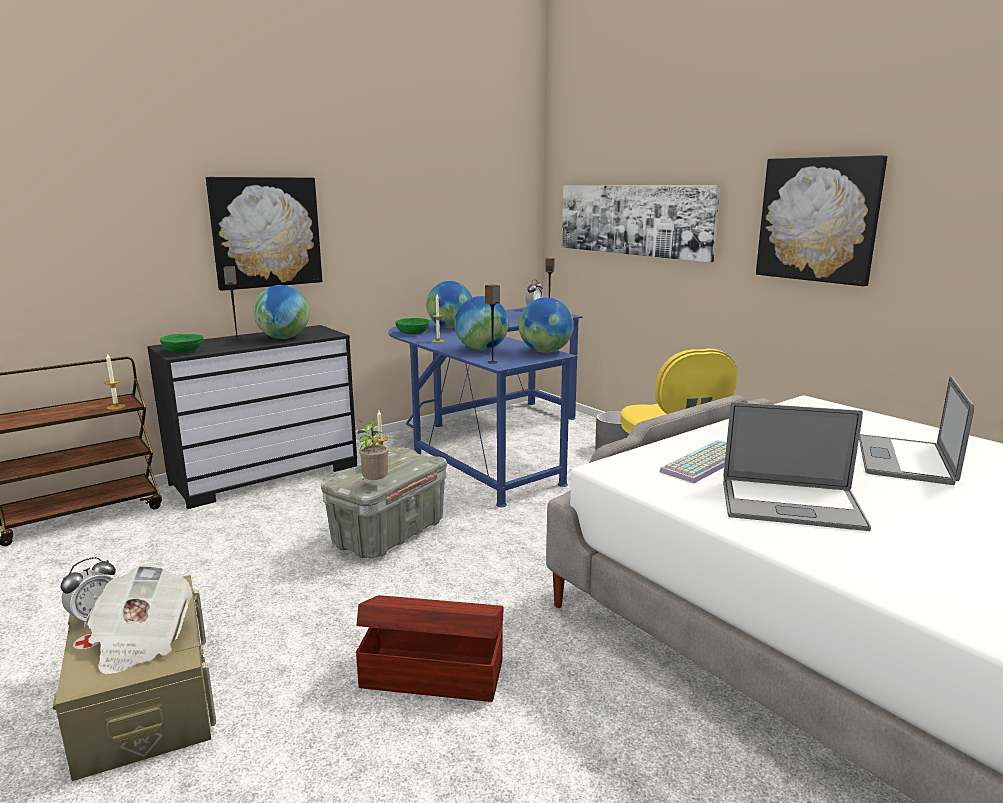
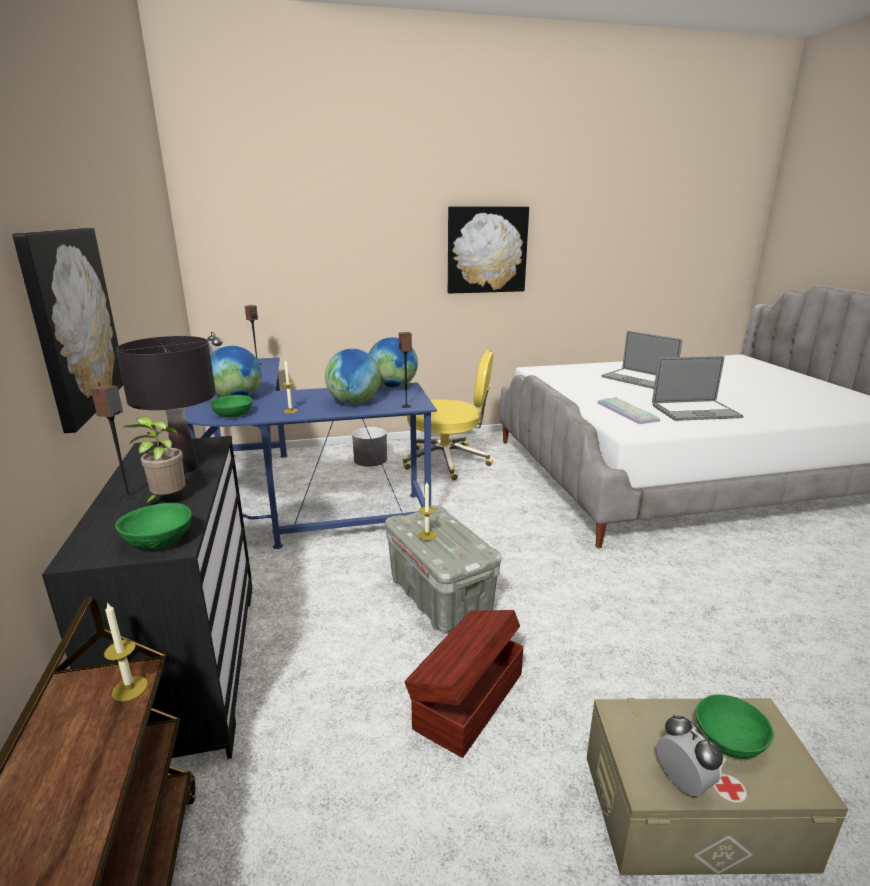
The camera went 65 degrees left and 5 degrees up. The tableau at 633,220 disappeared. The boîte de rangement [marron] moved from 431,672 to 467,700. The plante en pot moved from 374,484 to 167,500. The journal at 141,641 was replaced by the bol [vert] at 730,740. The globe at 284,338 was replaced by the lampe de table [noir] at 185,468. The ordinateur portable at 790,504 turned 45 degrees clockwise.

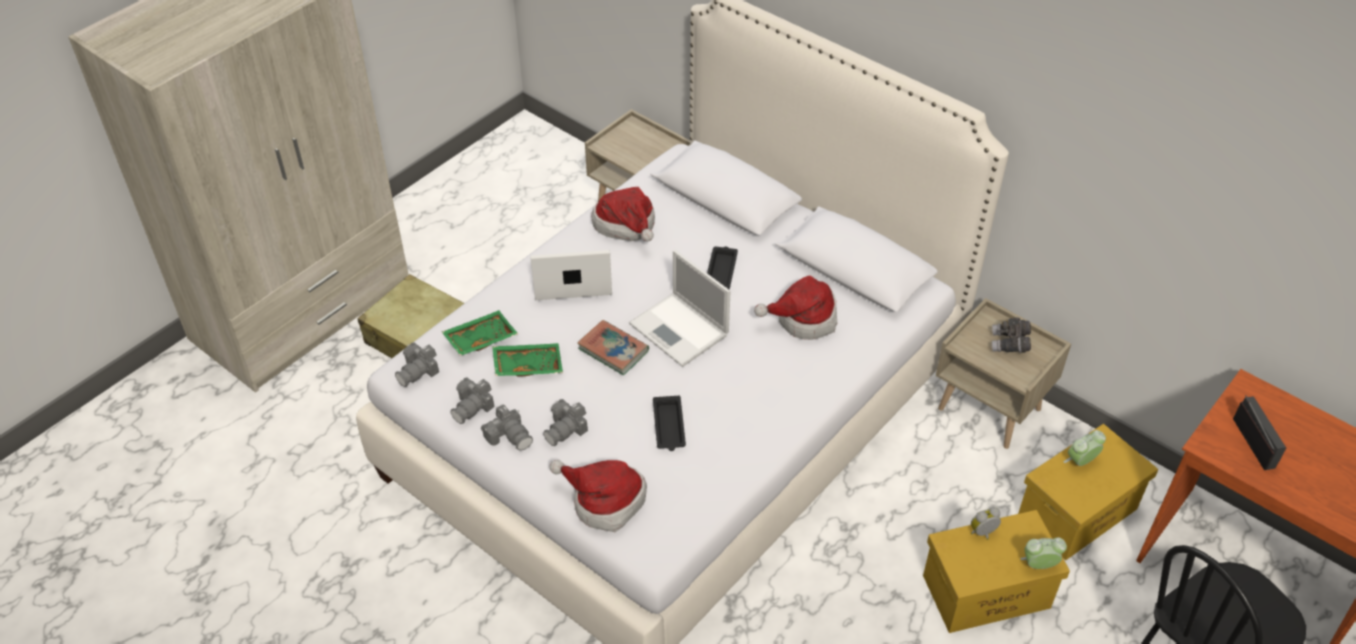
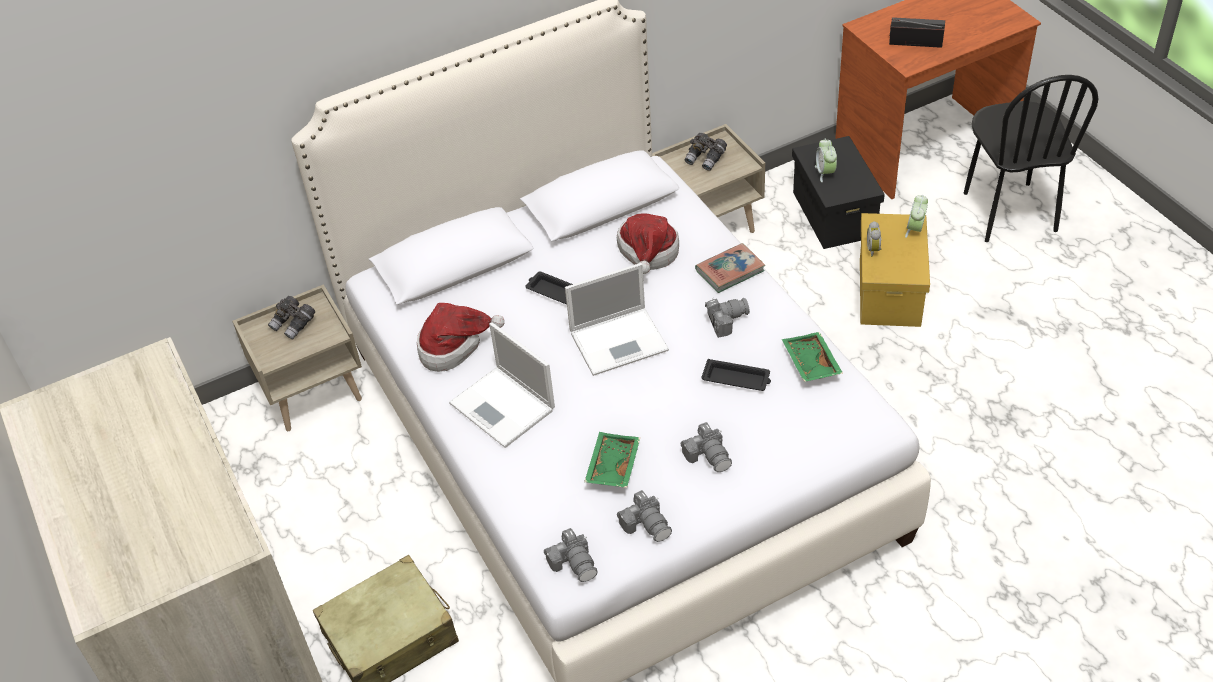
The camera went 65 degrees left and 0 degrees up. The chapeau at 604,501 disappeared. The jumelles [gris] at 294,324 appeared. The plateau [vert] moved from 480,338 to 810,363. The appareil photo moved from 509,436 to 725,320. The livre moved from 613,350 to 730,271. The boîte de rangement [jaune] at 1077,513 became the boîte de rangement [noir] at 835,214. The ordinateur portable at 570,278 turned 60 degrees counterclockwise.

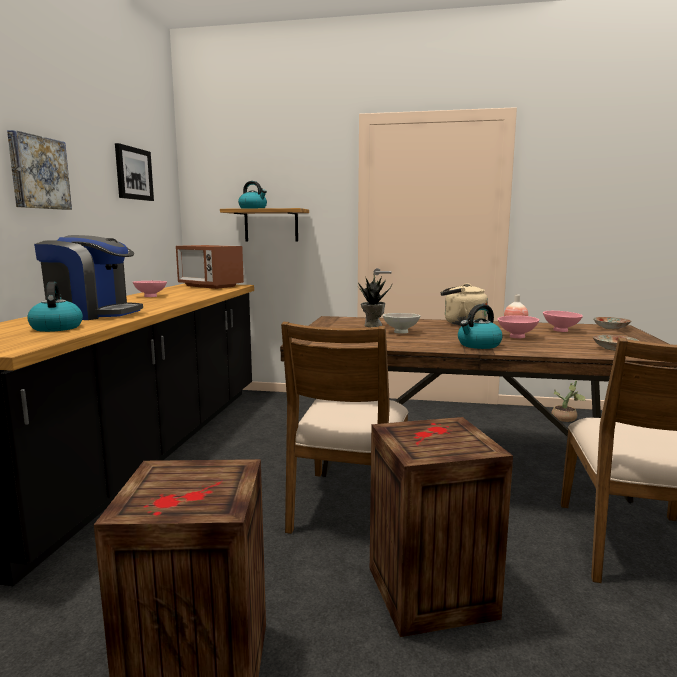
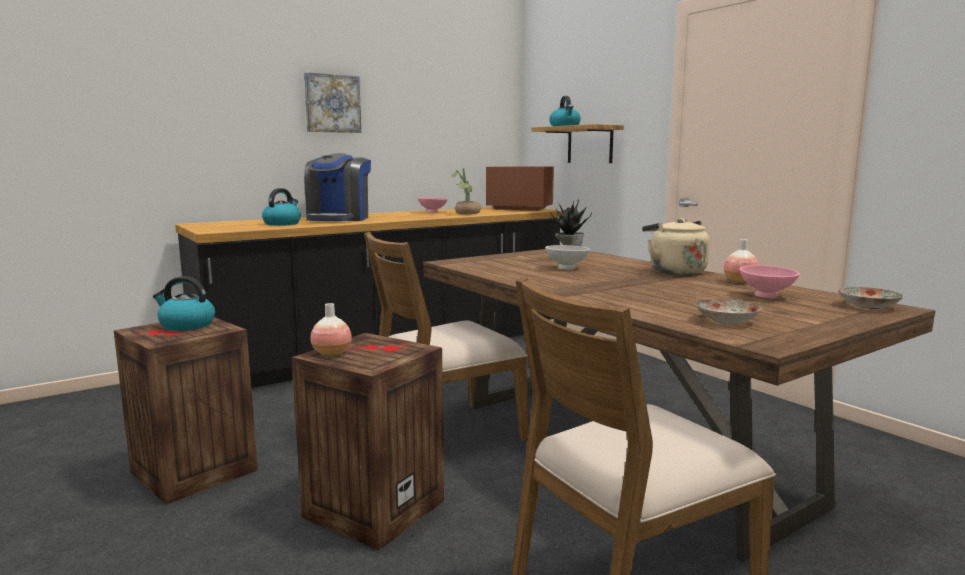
The camera went 45 degrees right and 0 degrees up. The tableau at 133,173 disappeared. The bol [rose] at 517,337 disappeared. The vase at 331,353 appeared. The bouilloire moved from 478,345 to 186,325. The plante en pot moved from 566,419 to 466,213. The machine à café at 92,314 turned 45 degrees clockwise. The micro-ondes at 210,286 turned 120 degrees clockwise.

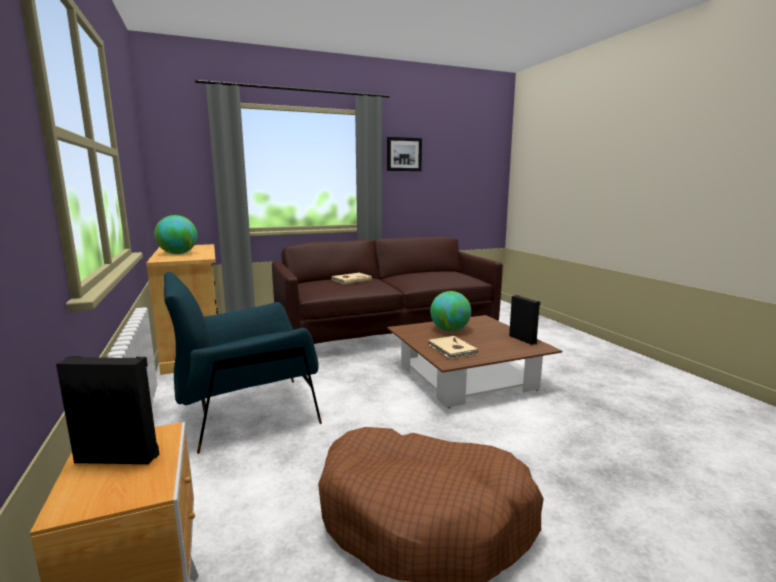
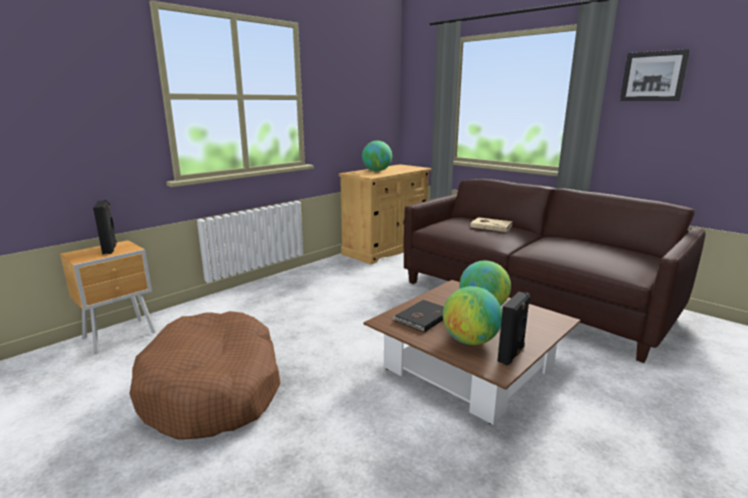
The camera went 65 degrees right and 5 degrees up. The fauteuil [bleu] at 247,413 disappeared. The globe at 470,341 appeared. The livre [beige] at 451,349 became the livre [noir] at 422,318.

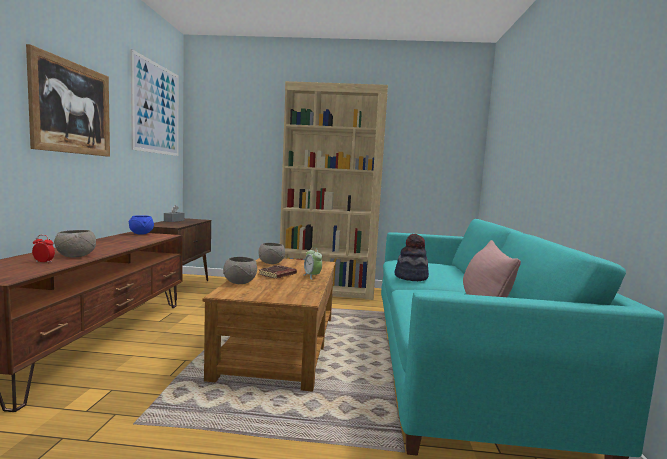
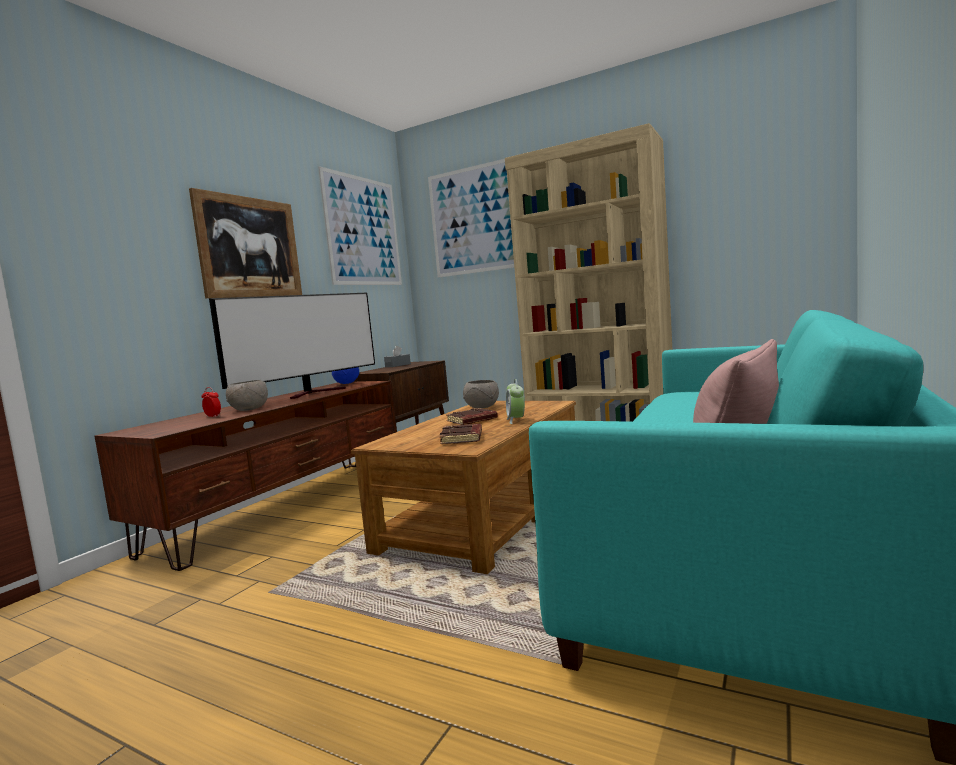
The camera went 25 degrees right and 0 degrees up. The bol [gris] at 240,282 disappeared. The chapeau at 411,277 disappeared. The téléviseur at 315,393 appeared. The tableau at 476,220 appeared. The livre [marron] at 462,438 appeared.

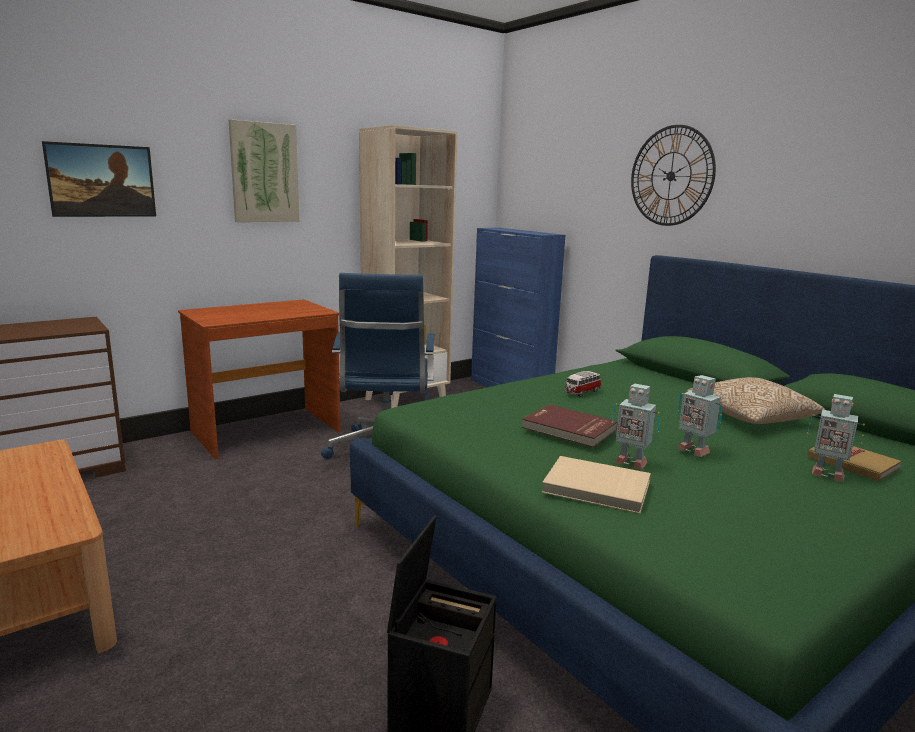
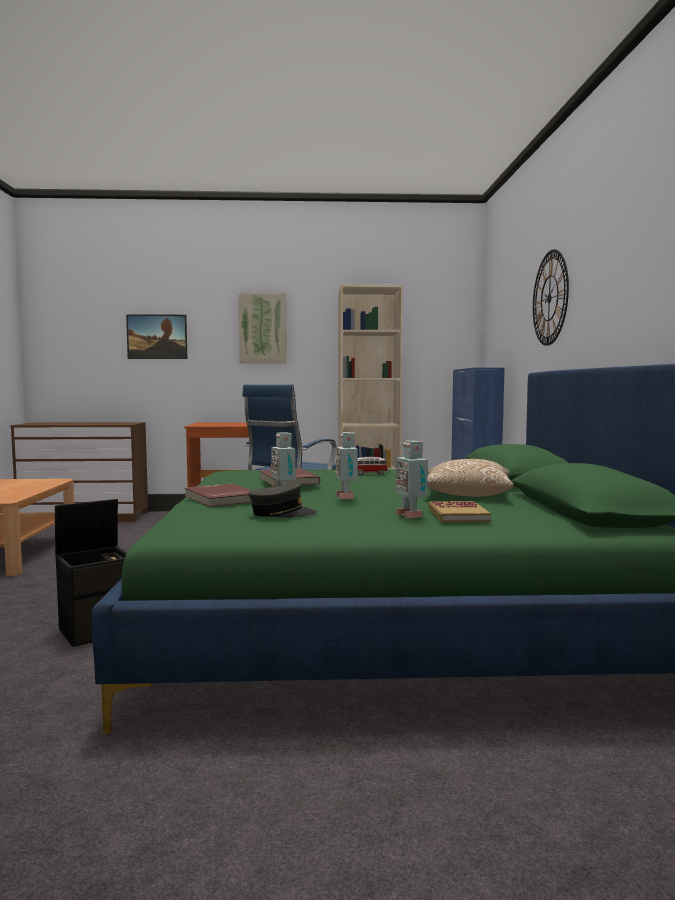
The camera went 35 degrees right and 10 degrees down. The casquette [gris] at 282,513 appeared. The livre [beige] at 596,488 became the livre [rouge] at 220,498.

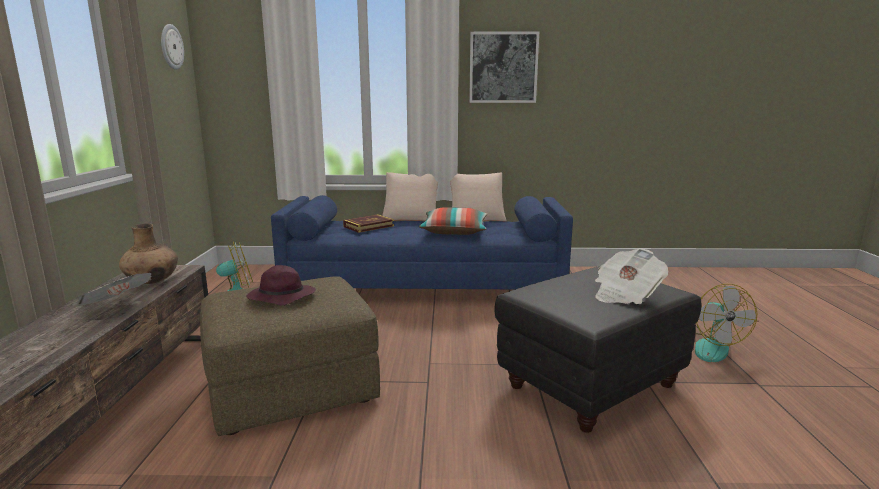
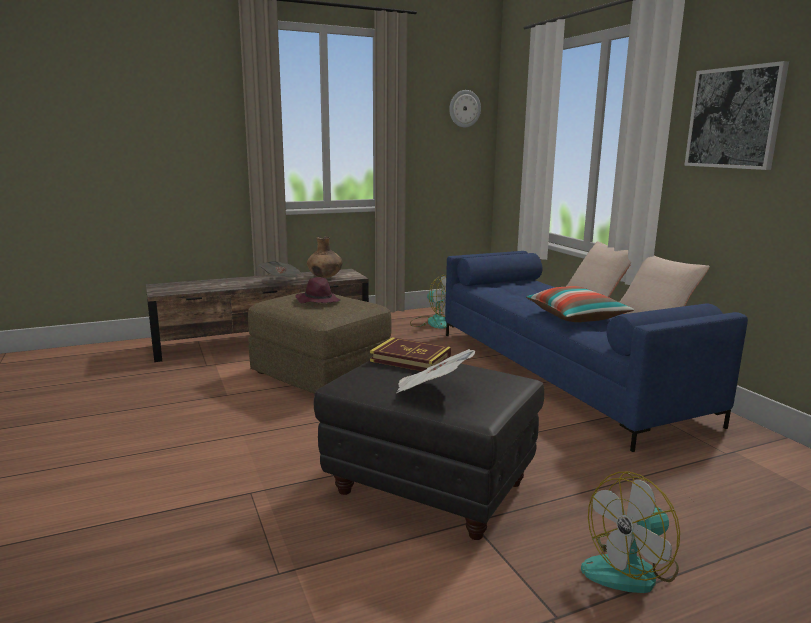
The camera went 65 degrees right and 0 degrees up. The livre moved from 368,226 to 410,359.

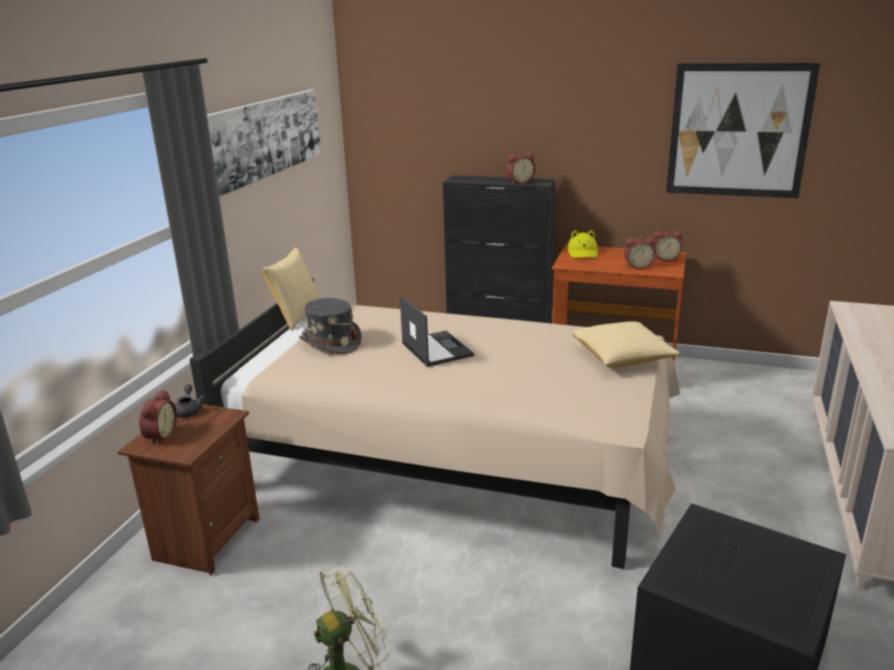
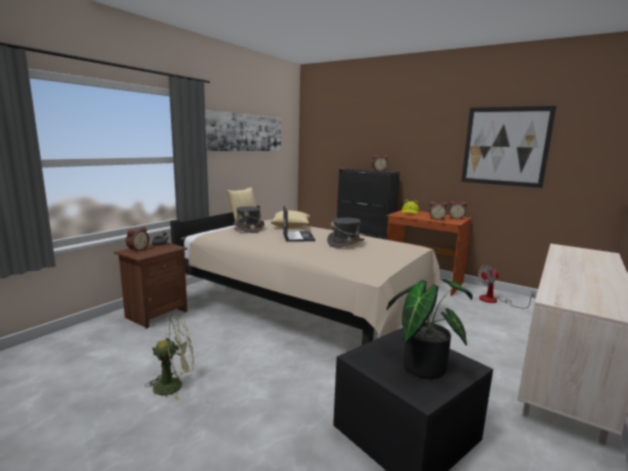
The camera went 15 degrees right and 10 degrees down. The chapeau [gris] at 345,243 appeared. The plante en pot at 422,364 appeared. The ventilateur at 495,301 appeared. The coussin moved from 623,358 to 291,226.

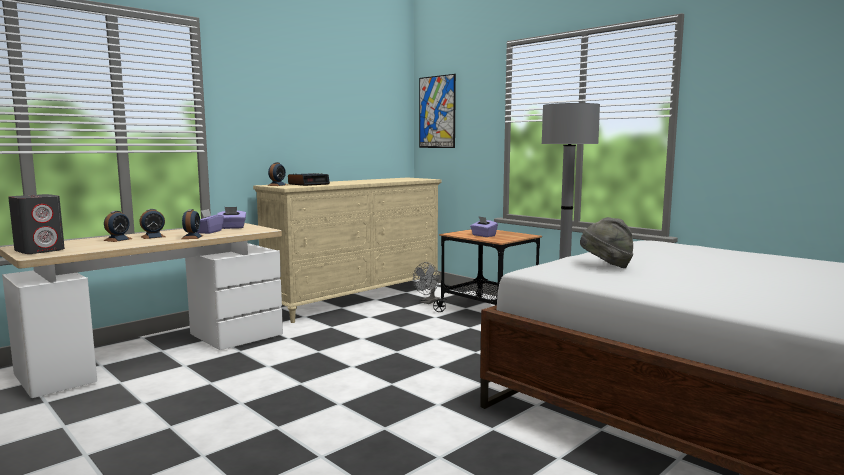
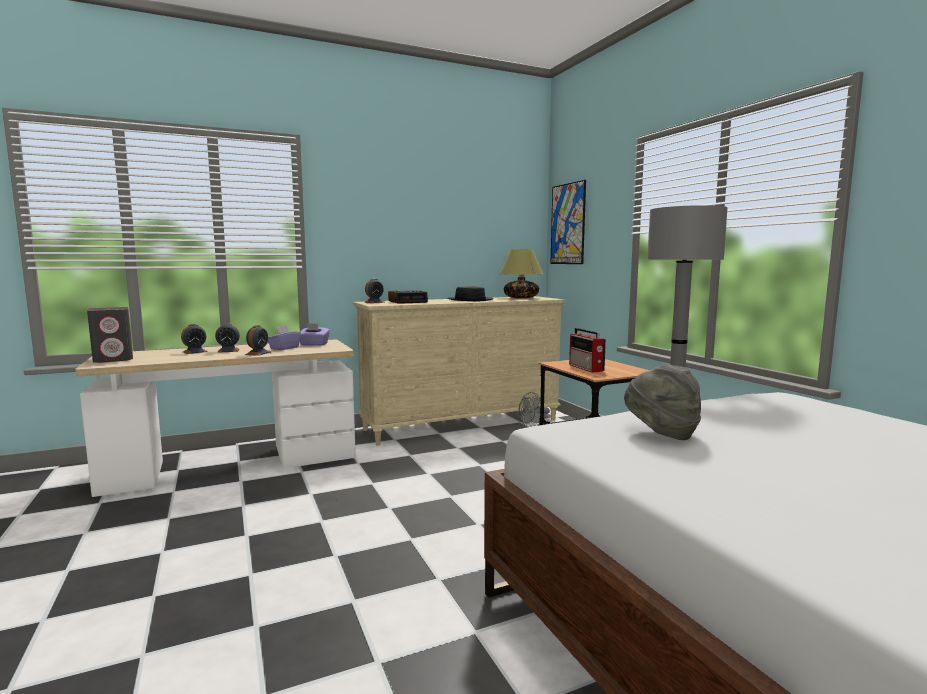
The camera went 20 degrees right and 0 degrees up. The chapeau [noir] at 470,300 appeared. The lampe de table at 521,298 appeared. The boîte à mouchoirs [violet] at 483,235 was replaced by the radio at 586,368.

